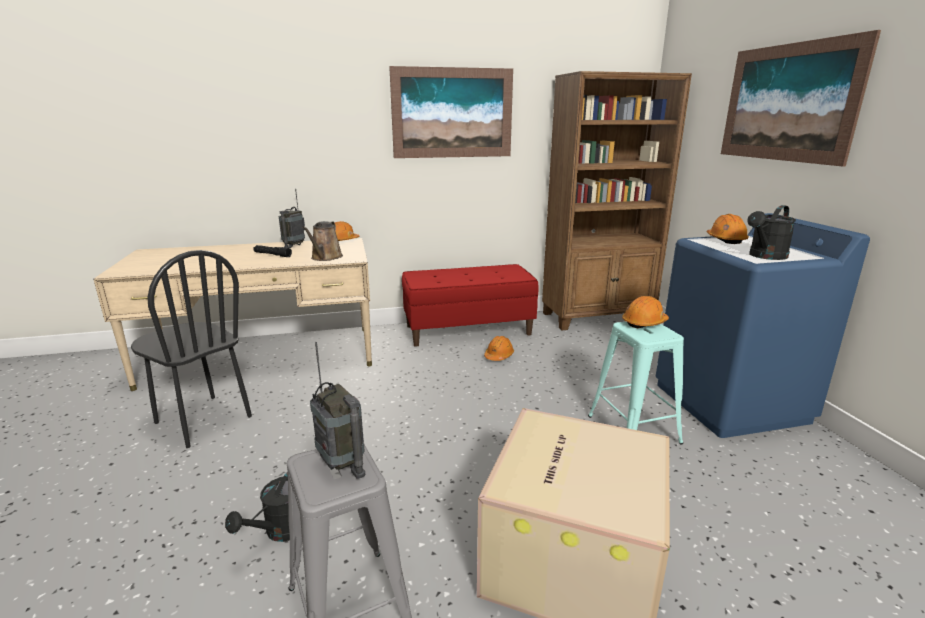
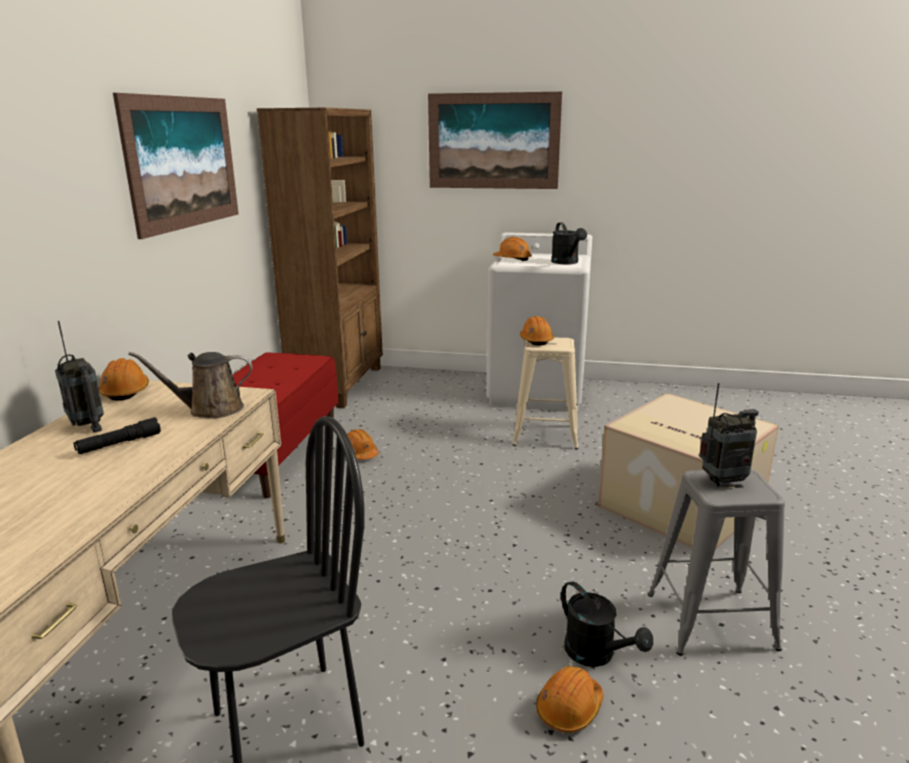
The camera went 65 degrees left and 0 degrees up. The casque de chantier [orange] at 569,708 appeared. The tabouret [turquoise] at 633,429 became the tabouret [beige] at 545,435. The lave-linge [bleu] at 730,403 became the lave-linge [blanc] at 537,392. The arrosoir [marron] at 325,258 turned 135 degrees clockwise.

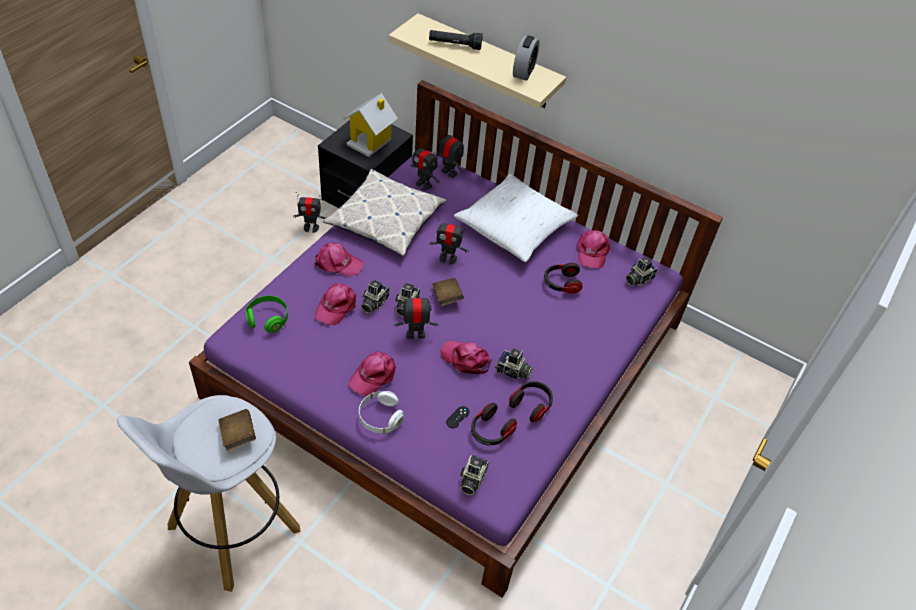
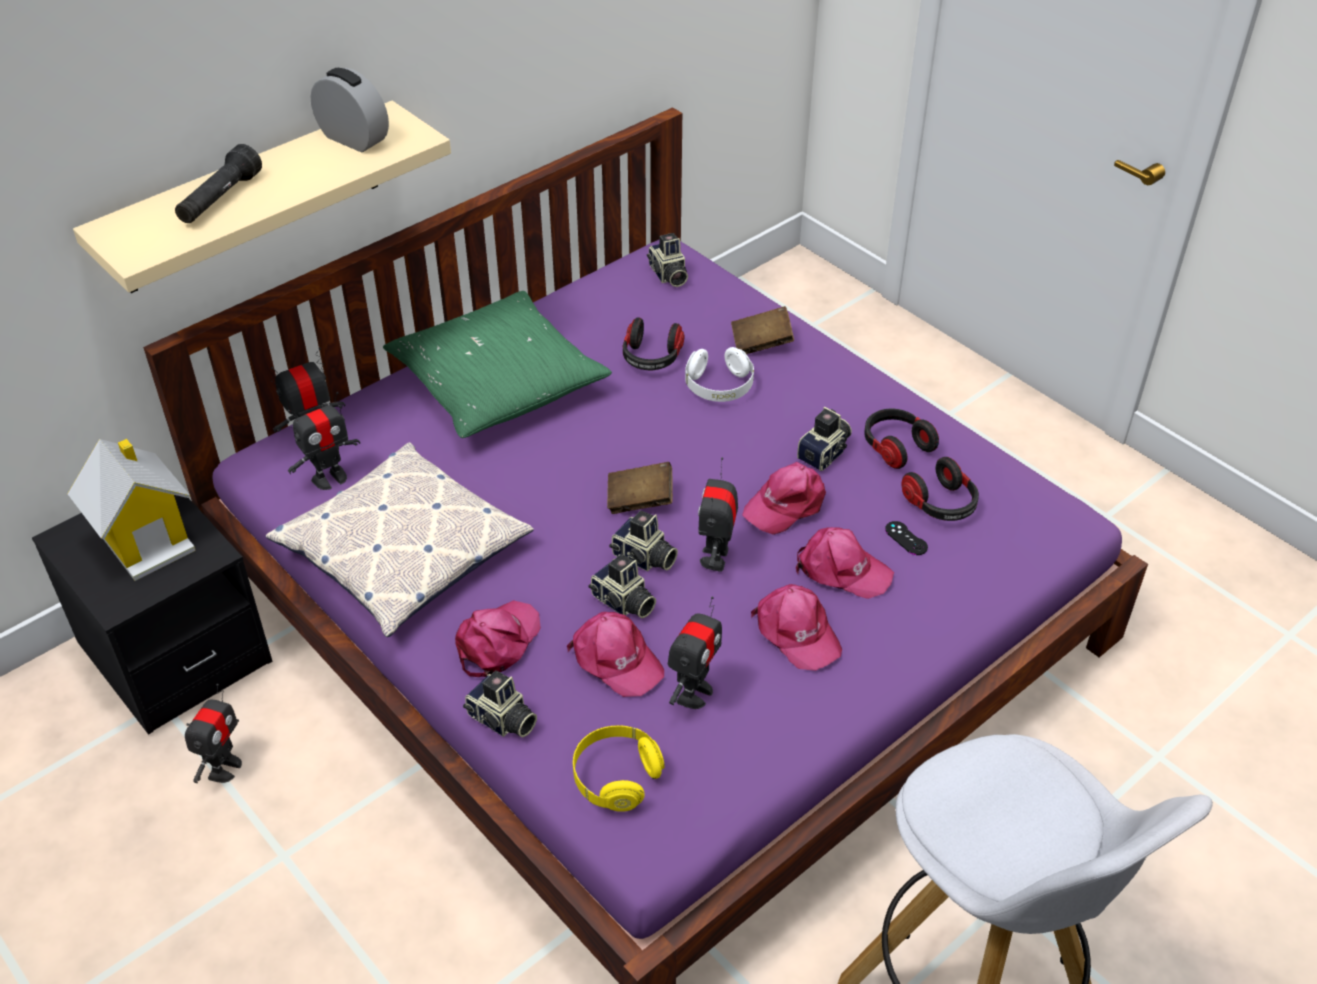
The camera went 70 degrees left and 5 degrees down. The livre [marron] moved from 238,436 to 761,343. The casque audio [blanc] moved from 380,418 to 719,387. The robot jouet moved from 448,258 to 694,693. The appareil photo moved from 471,479 to 502,720. The casquette [rose] moved from 592,252 to 842,570. The casque audio [vert] at 268,319 became the casque audio [jaune] at 616,777. The coussin [blanc] at 514,227 became the coussin [vert] at 498,382.

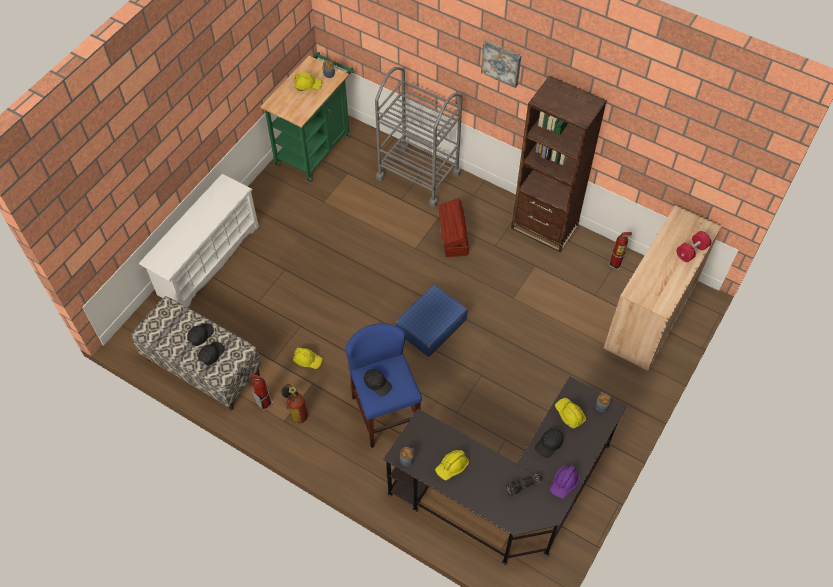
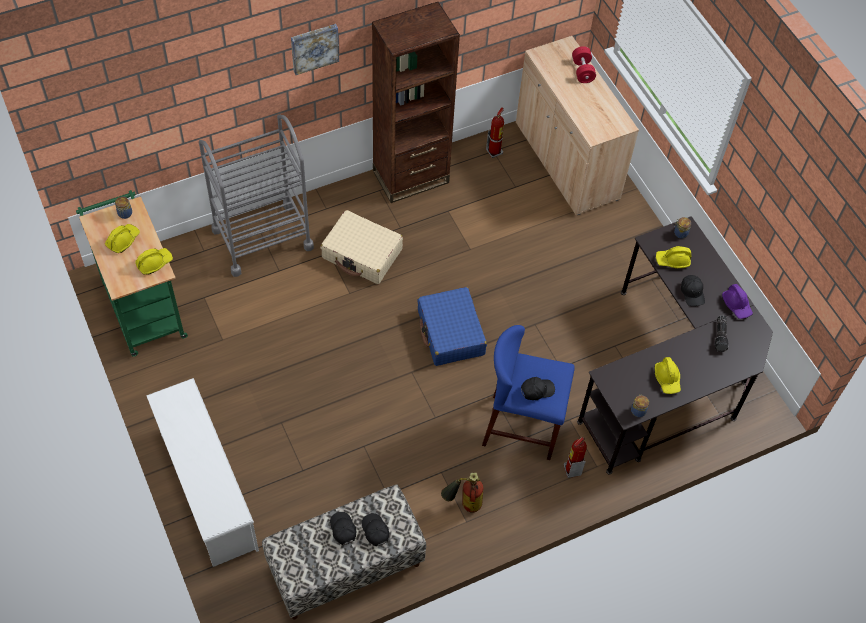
The camera went 60 degrees left and 0 degrees up. The extincteur moved from 264,403 to 572,470. The casque de chantier [jaune] moved from 308,360 to 154,263. The boîte de rangement [marron] at 453,237 was replaced by the valise [beige] at 362,254.

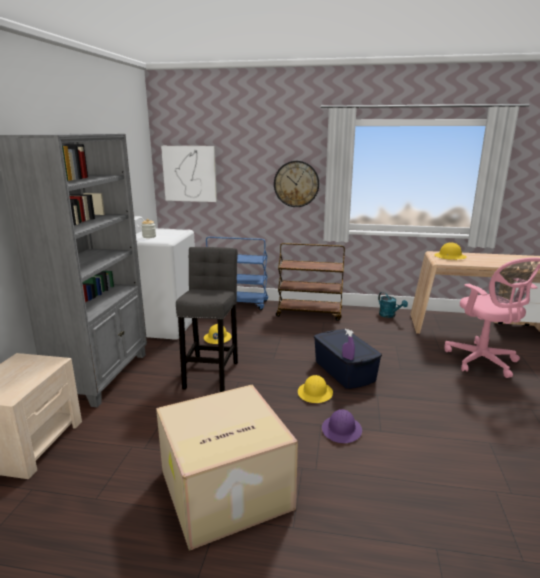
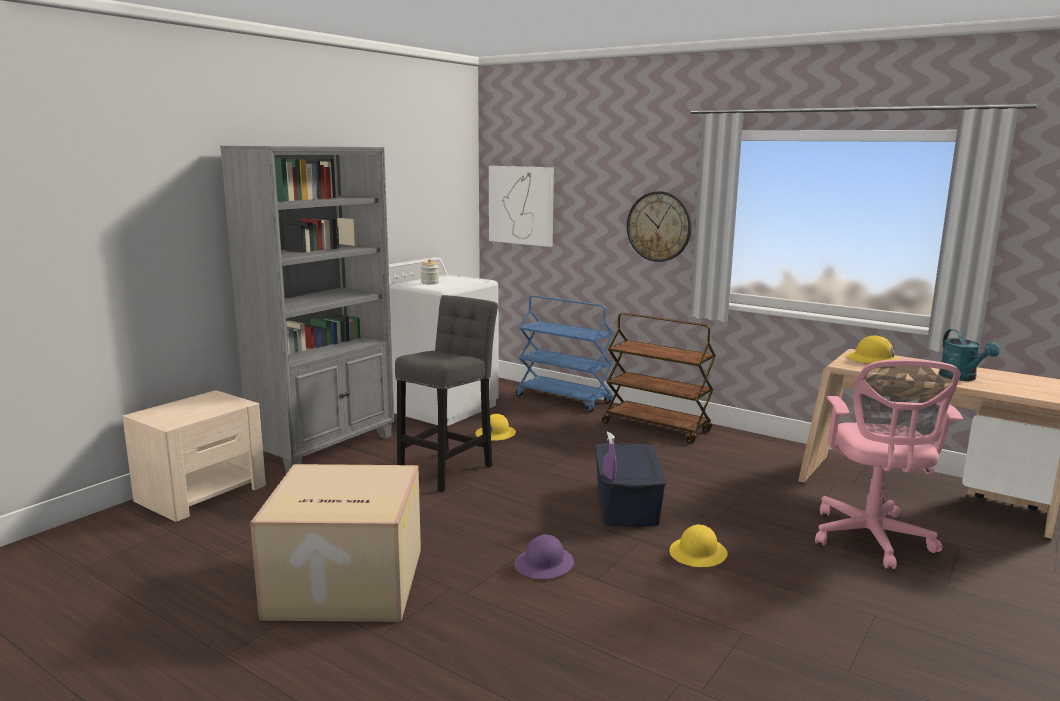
The camera went 25 degrees right and 5 degrees down. The casque de chantier [jaune] moved from 315,393 to 698,554. The arrosoir [turquoise] moved from 389,315 to 962,378.

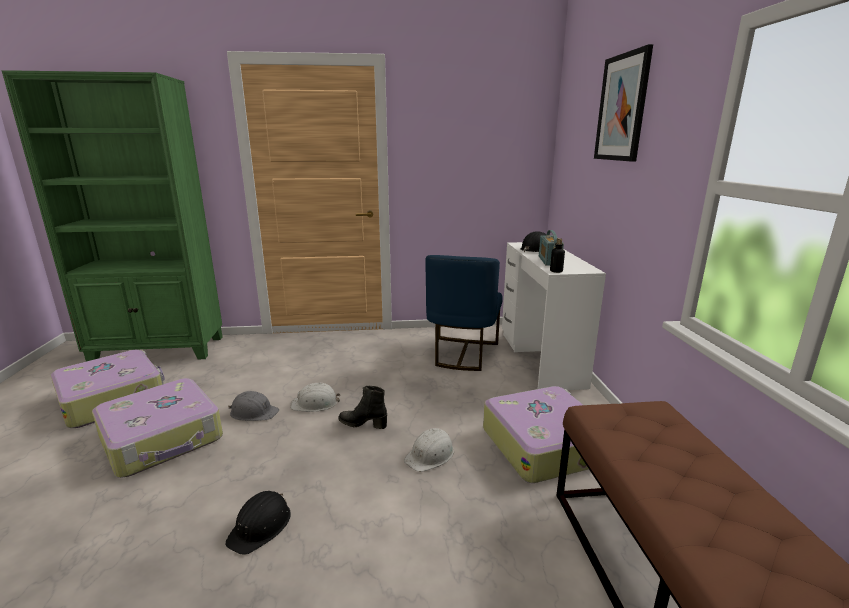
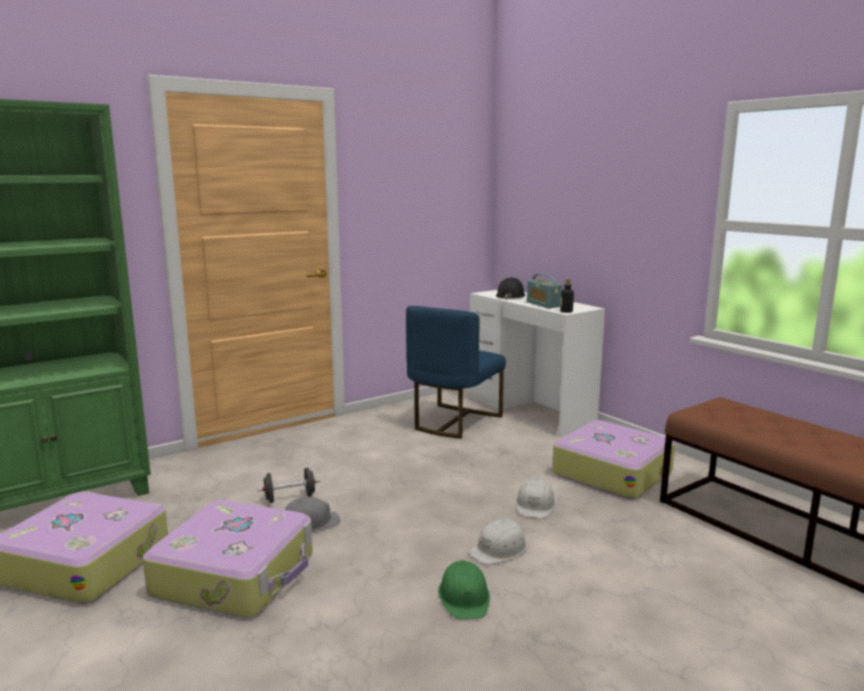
The camera went 30 degrees left and 5 degrees down. The botte [noir] at 363,423 disappeared. The tableau at 622,108 disappeared. The haltère [noir] at 290,498 appeared. The casque de chantier [blanc] moved from 315,403 to 499,549. The casque de chantier [noir] at 261,526 became the casque de chantier [vert] at 464,597. The chaise [bleu] at 462,354 turned 45 degrees clockwise.

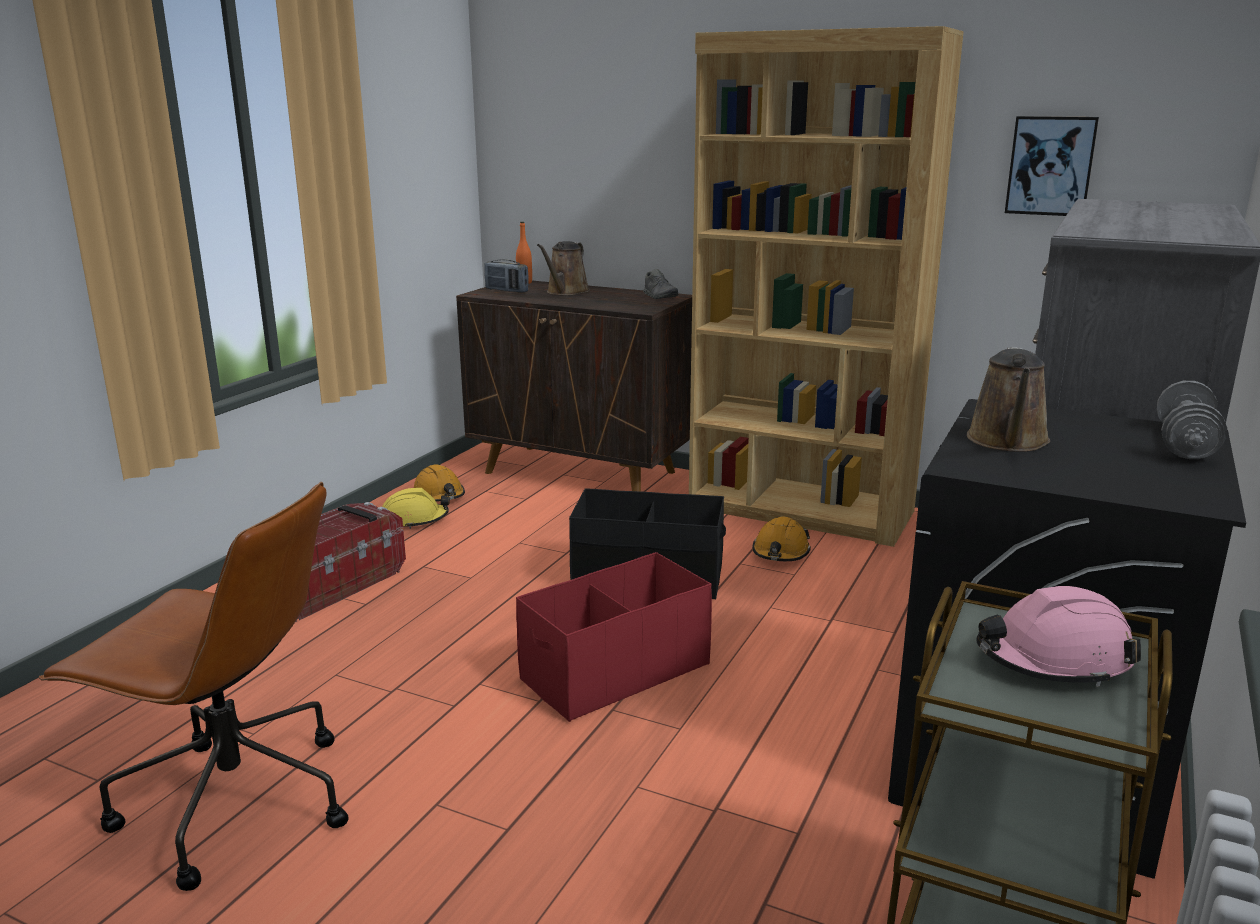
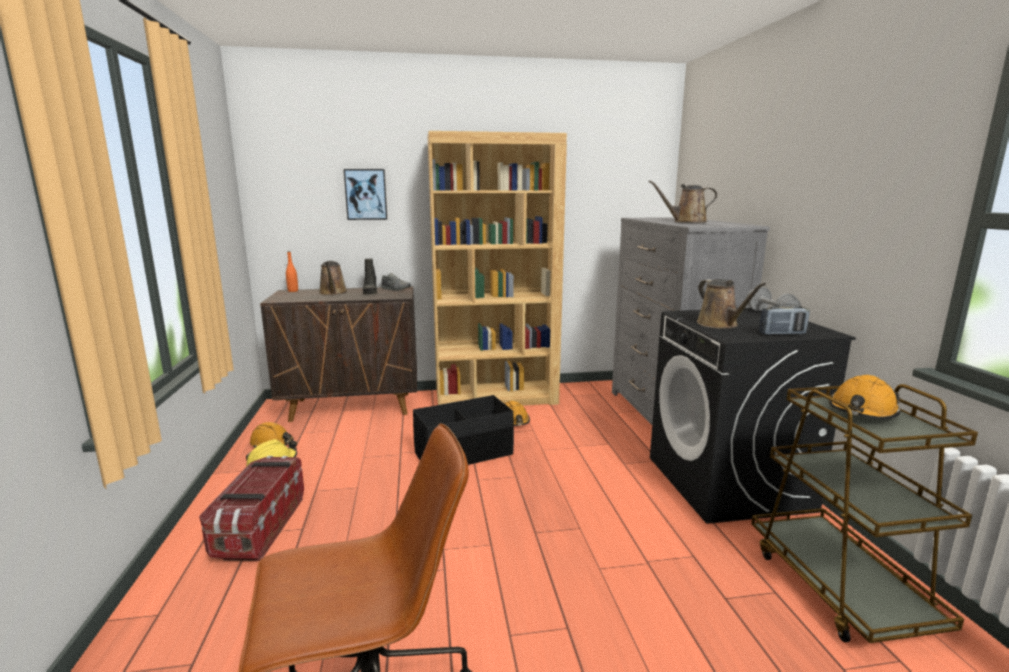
The camera went 35 degrees left and 5 degrees down. The boîte de rangement [rouge] at 614,671 disappeared. The botte [noir] at 370,292 appeared. The arrosoir [marron] at 686,222 appeared. The radio moved from 506,290 to 782,334. The tableau moved from 1050,166 to 366,194. The casque de chantier [rose] at 1053,659 became the casque de chantier [orange] at 862,411.

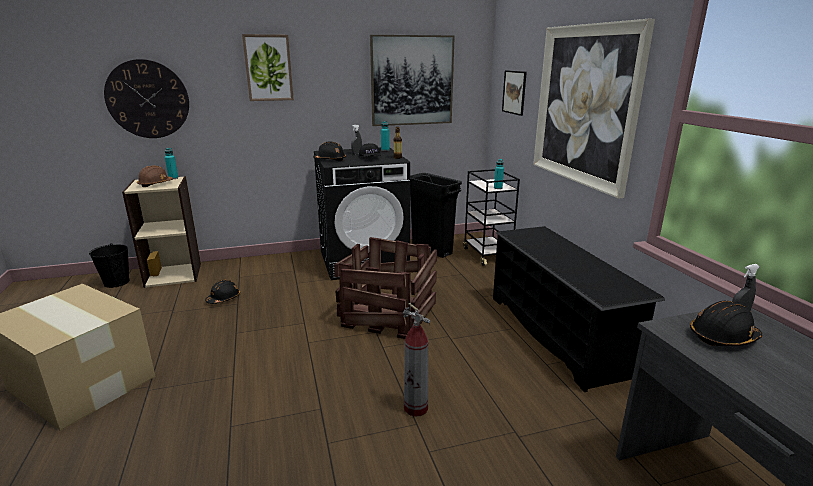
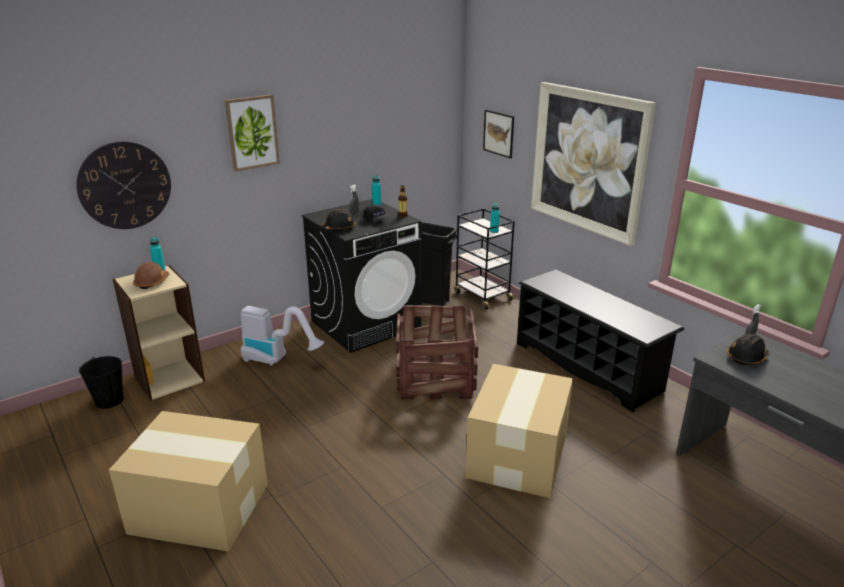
The camera went 20 degrees left and 5 degrees up. The casque de chantier [noir] at 224,299 disappeared. The tableau at 412,81 disappeared. The aspirateur at 278,360 appeared. The extincteur at 416,408 was replaced by the carton at 518,455.

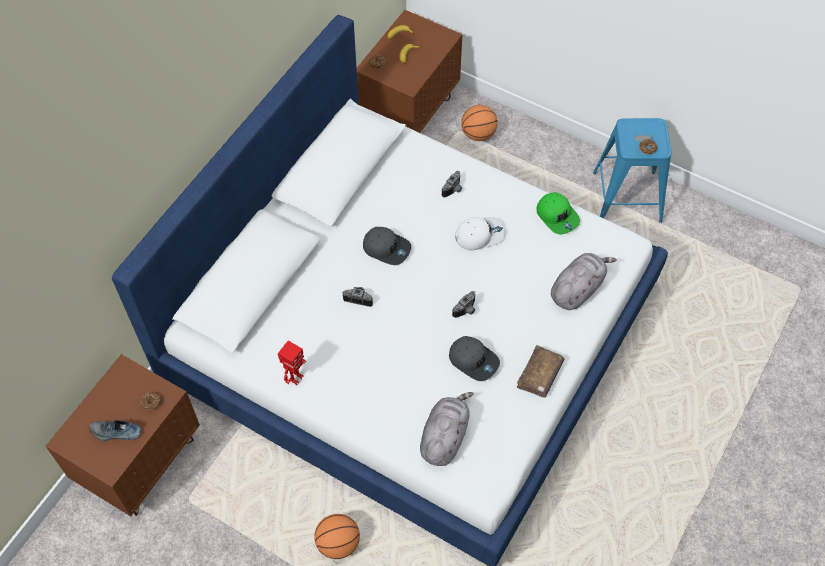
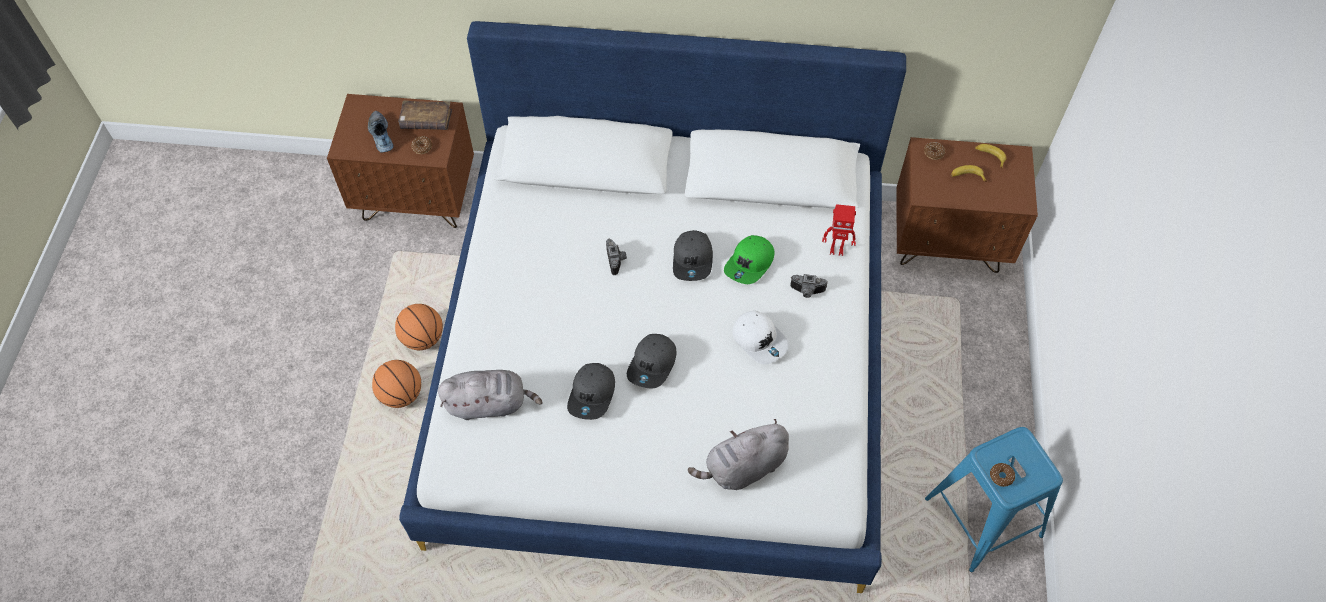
The camera went 65 degrees right and 0 degrees up. The robot jouet moved from 295,378 to 836,250. The ballon de basket moved from 478,134 to 423,338. The livre [marron] moved from 539,375 to 426,120. The casquette [vert] moved from 557,216 to 750,264. The appareil photo at 467,310 was replaced by the casquette [gris] at 653,364. The peluche [gris] at 577,289 turned 135 degrees clockwise.

